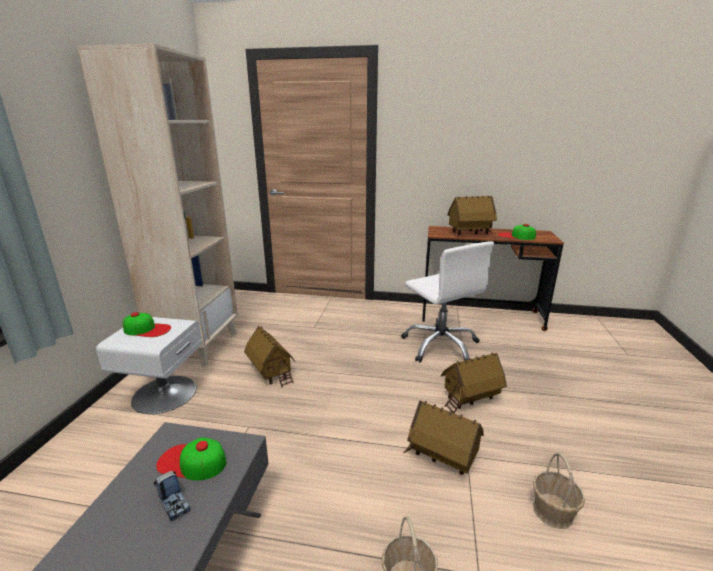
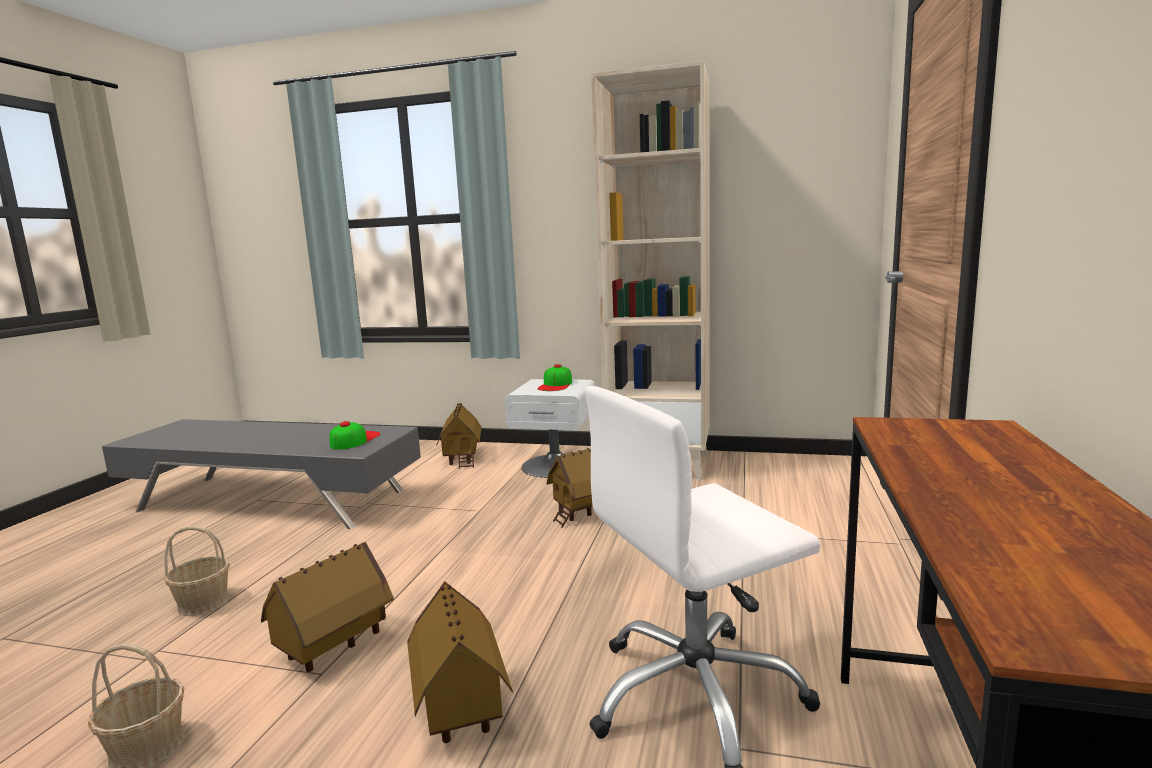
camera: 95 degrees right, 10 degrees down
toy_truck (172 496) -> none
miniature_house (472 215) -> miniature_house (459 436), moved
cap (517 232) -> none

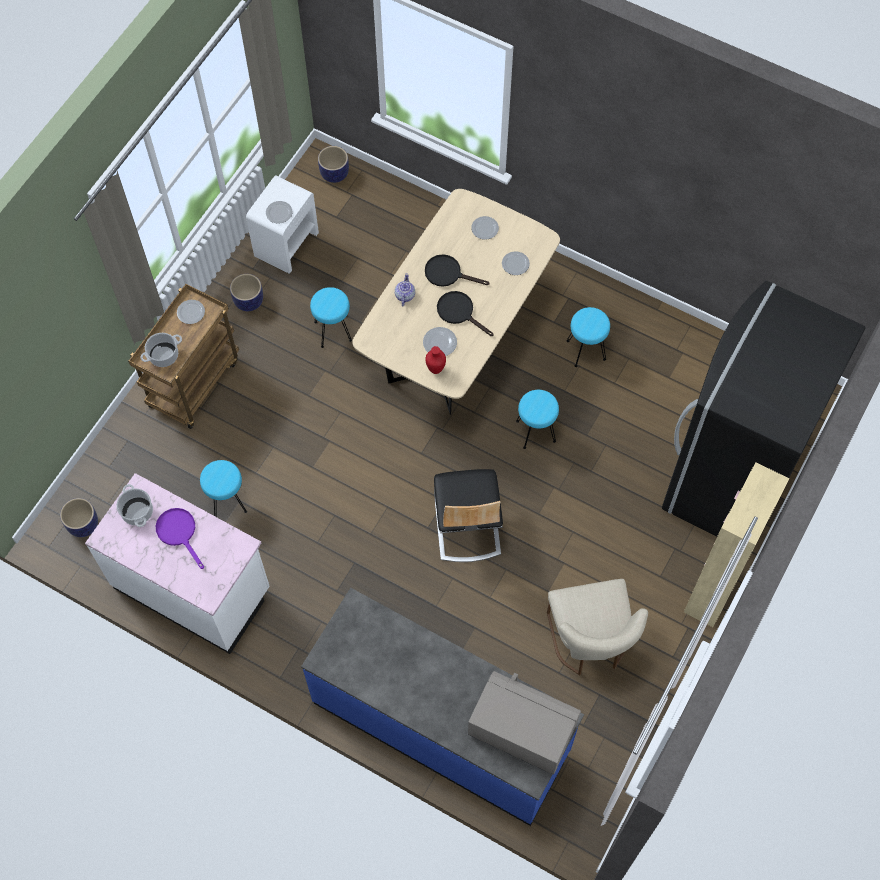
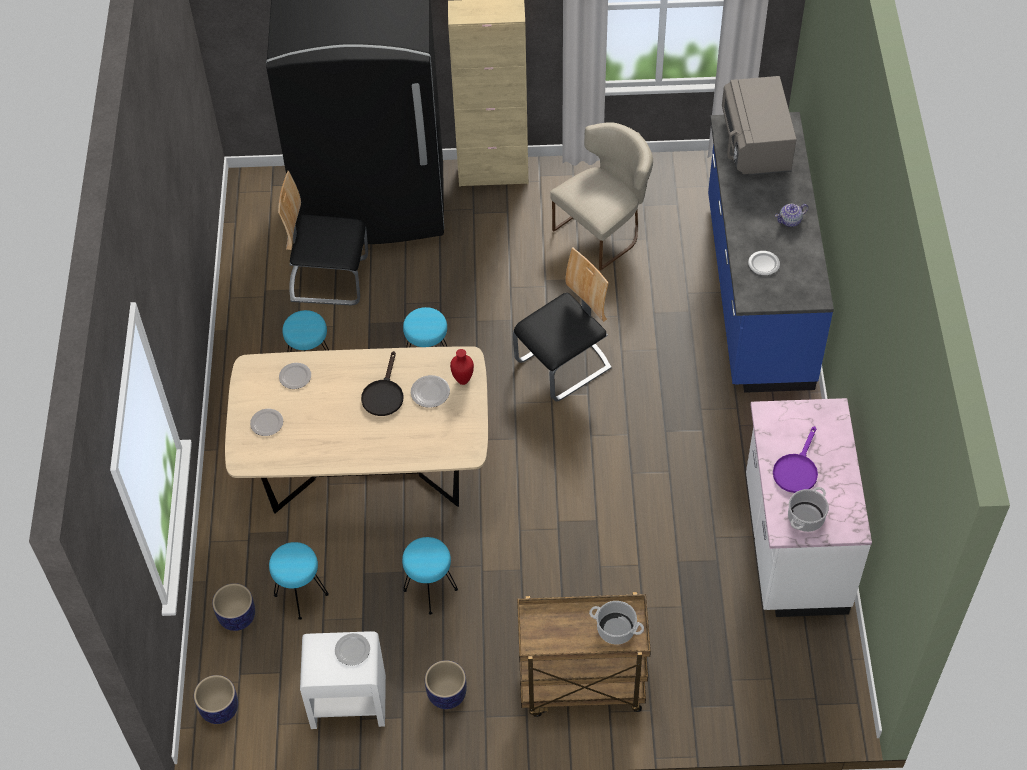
camera: 120 degrees left, 10 degrees down
planter (79 517) -> planter (233 607), moved
dinner_plate (191 312) -> dinner_plate (764 263), moved
blue-green_sitting_stool (223 488) -> blue-green_sitting_stool (299 581), moved
tea_pot (405 289) -> tea_pot (791 215), moved
black_frying_pan (457 270) -> none
none -> chair (323 238)

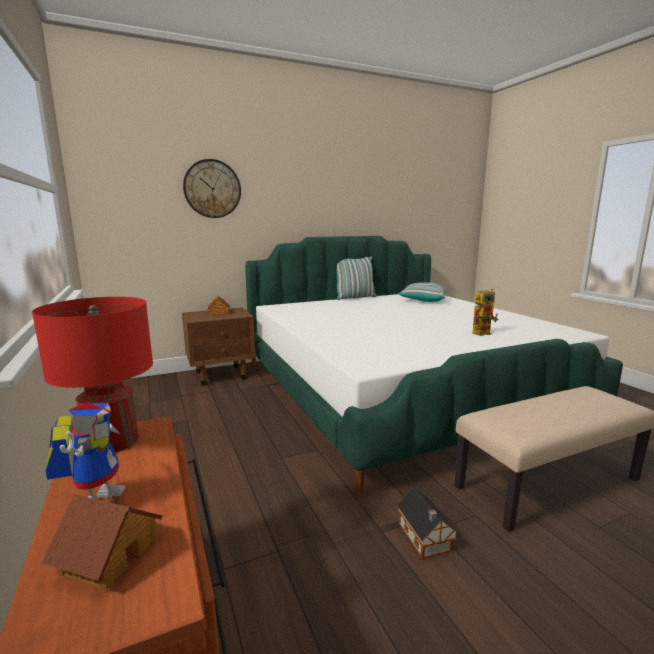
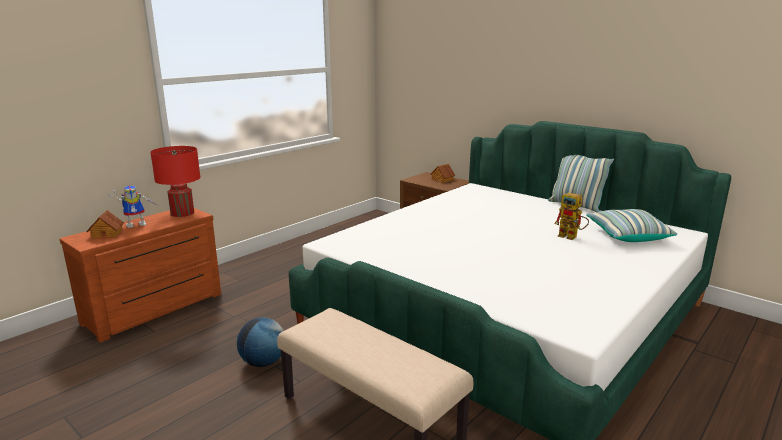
camera: 65 degrees right, 5 degrees up
clock_on_the_wall (212 188) -> none
miniature_house (427 523) -> desk_globe (260 342)
robot_figure (485 312) -> robot_figure (571 216), moved

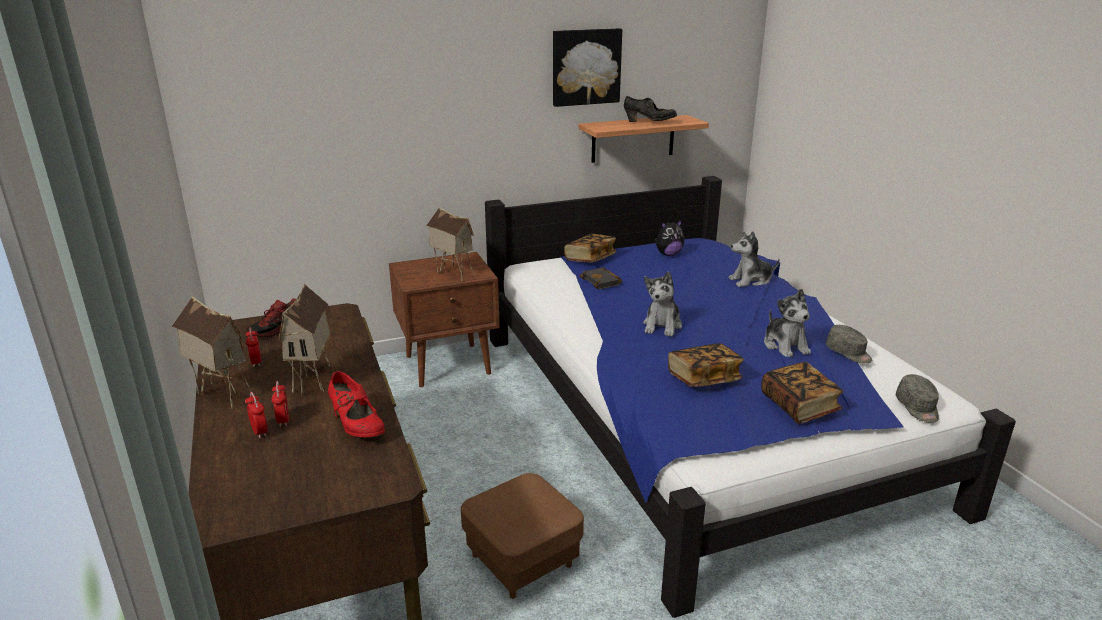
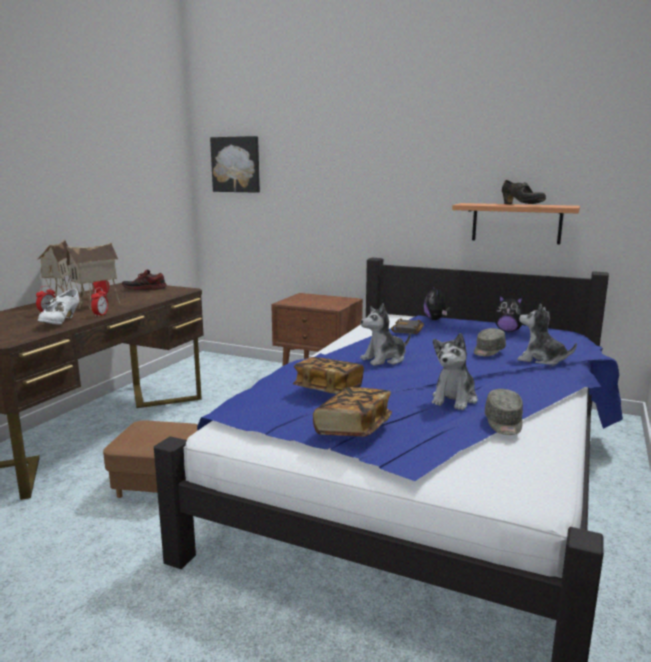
camera: 45 degrees right, 10 degrees down
table_clock (256 415) -> table_clock (99 302), moved
red_item_of_footwear (356 404) -> white_item_of_footwear (59 307)
miniature_house (450 244) -> none
picture (587 67) -> picture (235 164), moved
bound_book (590 248) -> cuddly_toy (436 302)
gray_cap (917 398) -> gray_cap (490 342), moved

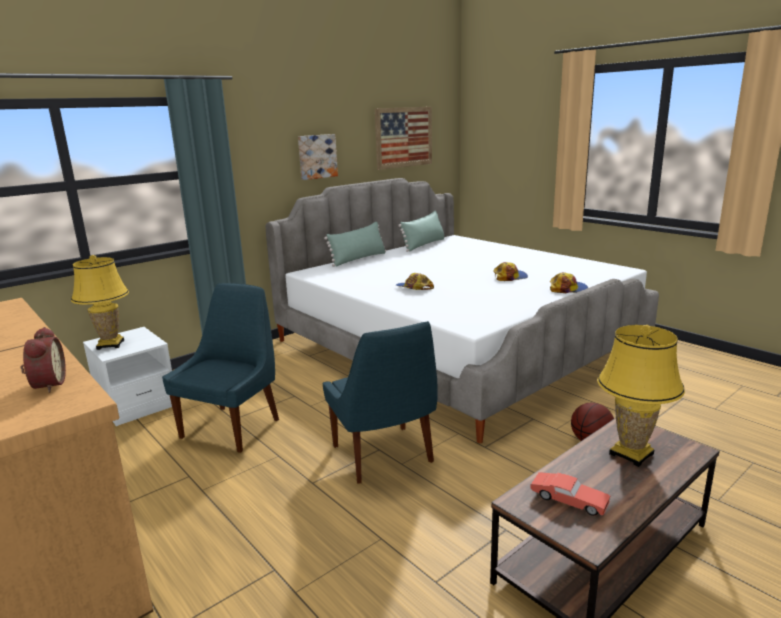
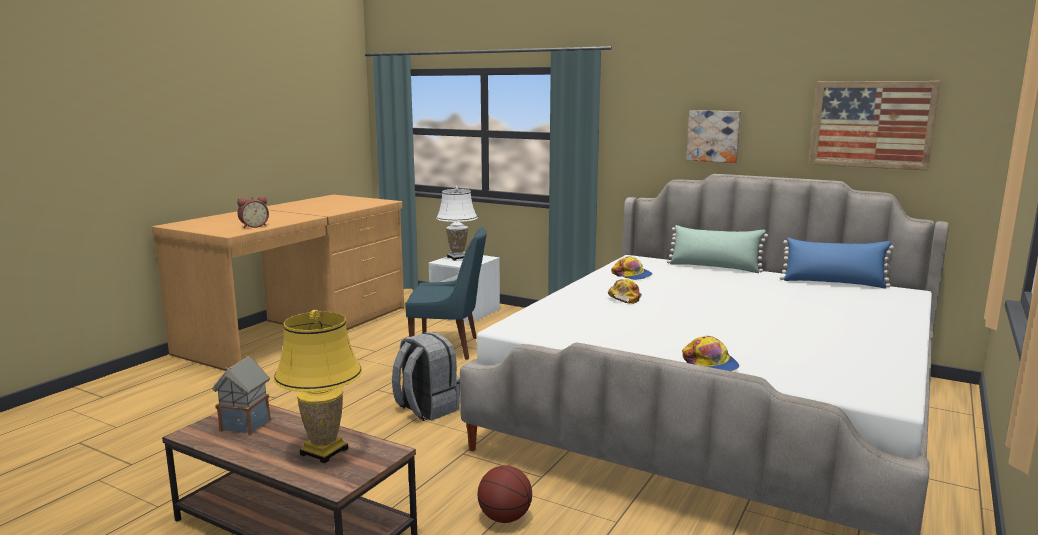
camera: 70 degrees right, 5 degrees down
yellowish_table_lamp (100 302) -> white_table_lamp (457 223)
bluish_chair (380 402) -> gray_knapsack (426 376)
greenish_pillow (421 231) -> bluish_pillow (837 263)
cap (510 271) -> cap (631 268), moved
red_model_car (570 494) -> miniature_house (241 395)

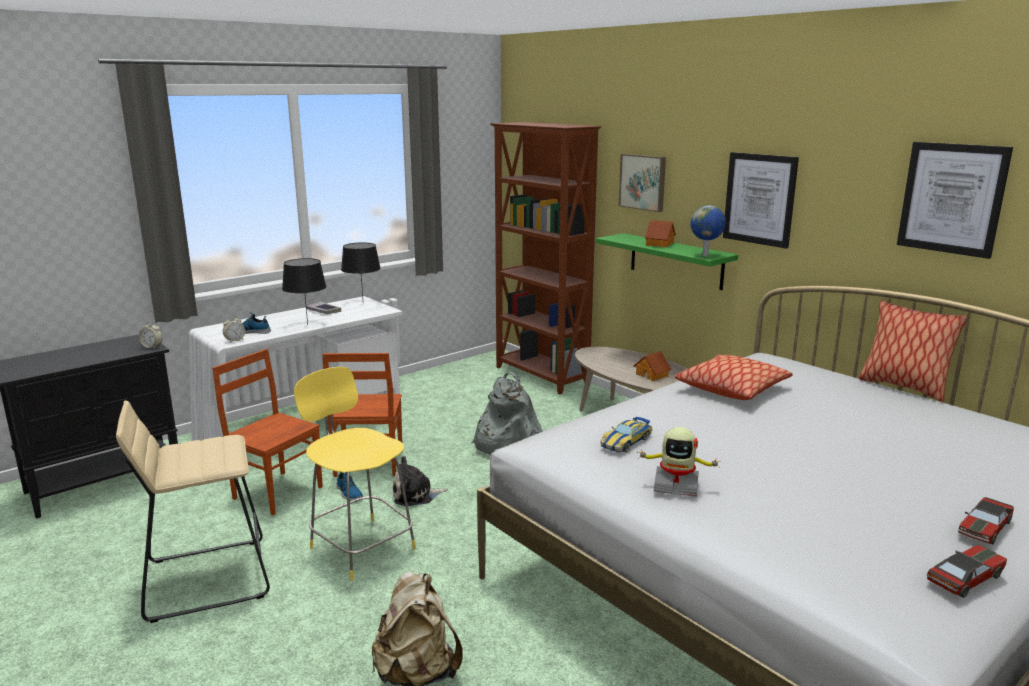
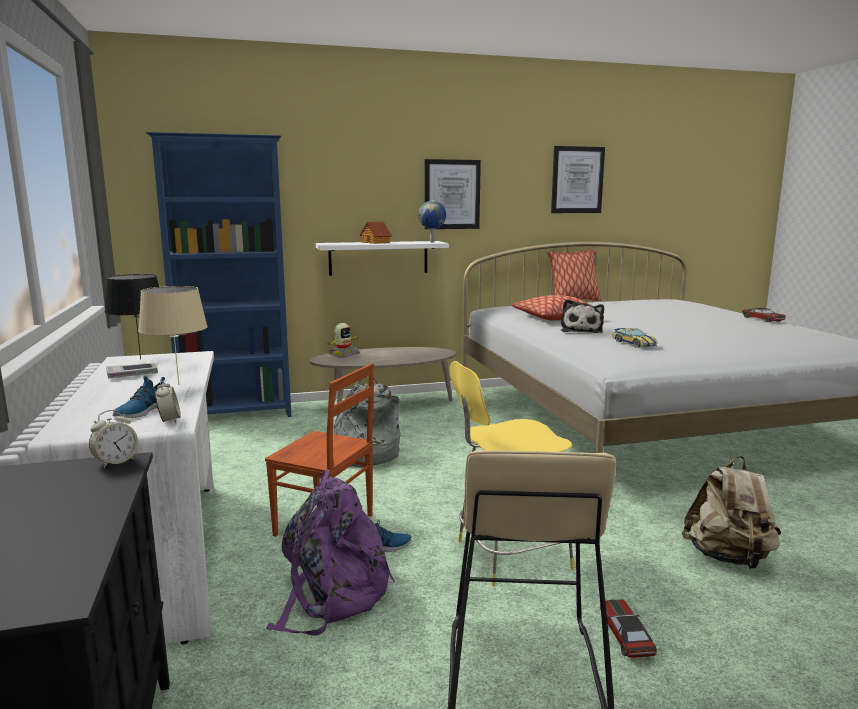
camera: 65 degrees left, 5 degrees down
brownish_chair (267 432) -> purple-coloured_knapsack (330 552)
black_table_lamp (304 291) -> sand-coloured_table_lamp (173 335)
cuddly_toy (420 481) -> cuddly_toy (582 316), moved
brownish_bookshelf (545 258) -> bluish_bookshelf (218 274)
greenish_wall_shelf (667 261) -> white_wall_shelf (382 258)
picture (642 183) -> none
miniature_house (653 366) -> none
robot_figure (678 462) -> robot_figure (344 340), moved
model_car (967 571) -> model_car (628 628), moved

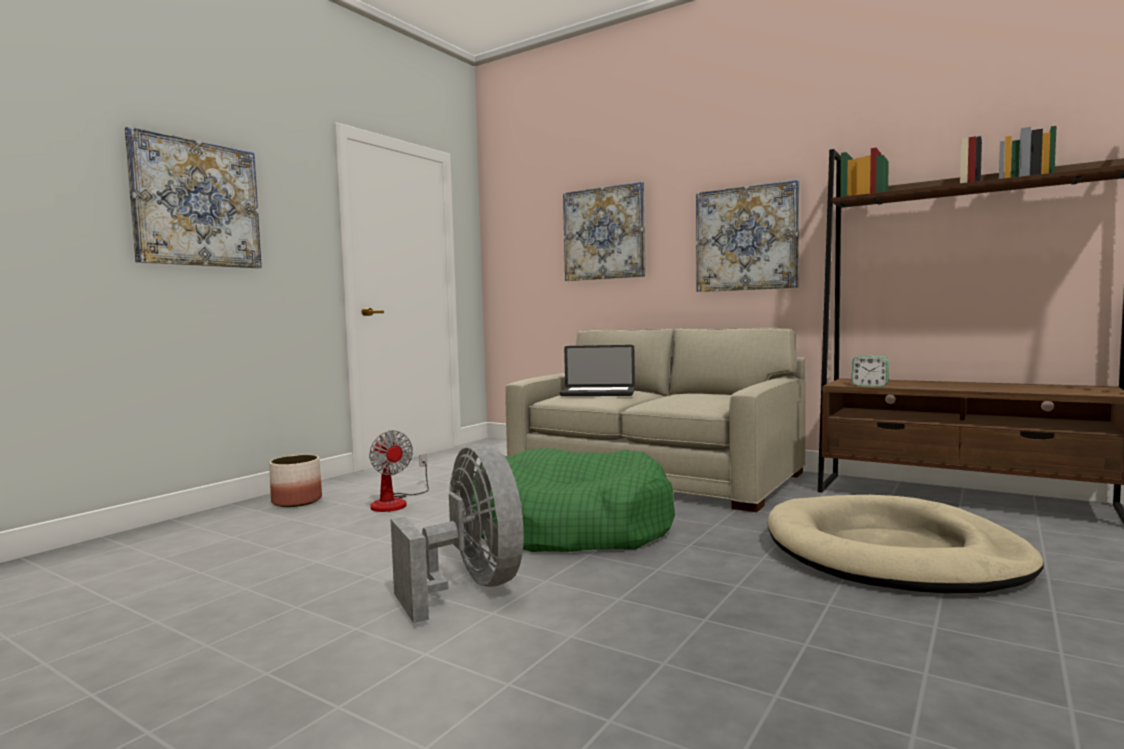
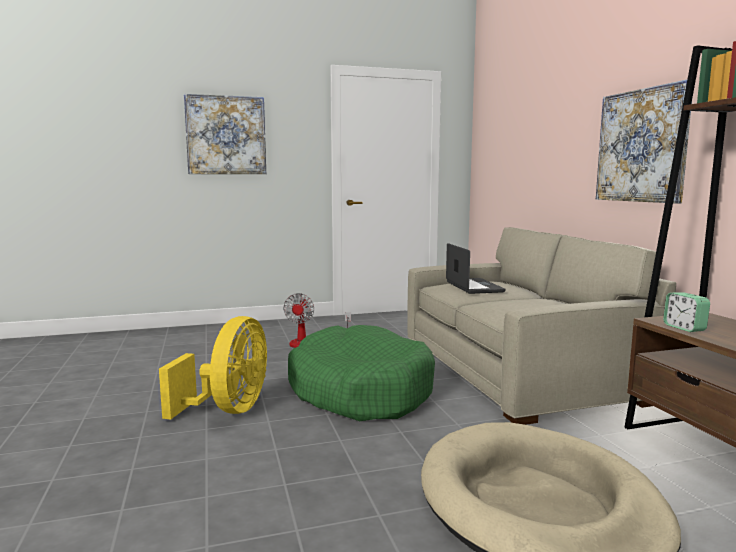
camera: 40 degrees right, 5 degrees up
planter (295 481) -> none
gray_electric_fan (457 533) -> yellowish_electric_fan (213 367)
portable_computer (597 370) -> portable_computer (475 268), 150 degrees counterclockwise
picture (604 231) -> none

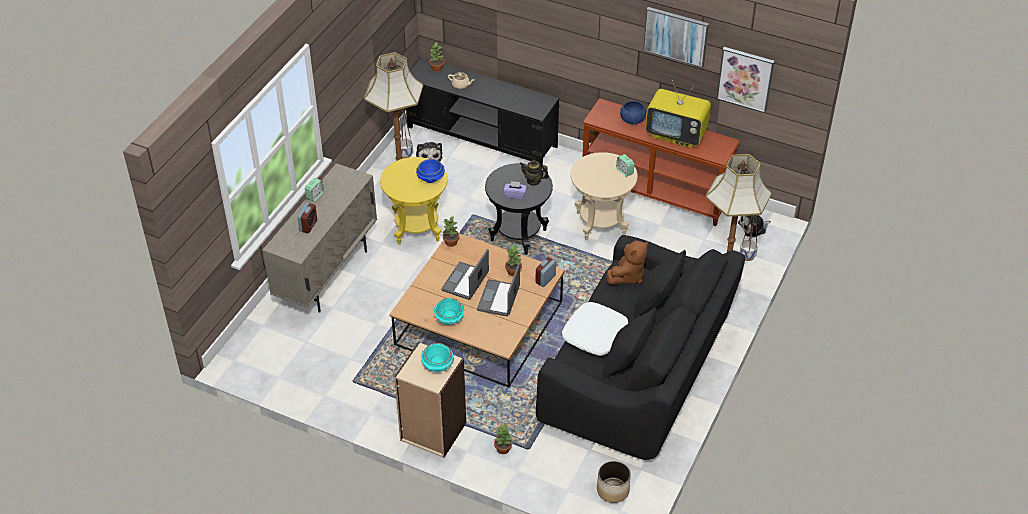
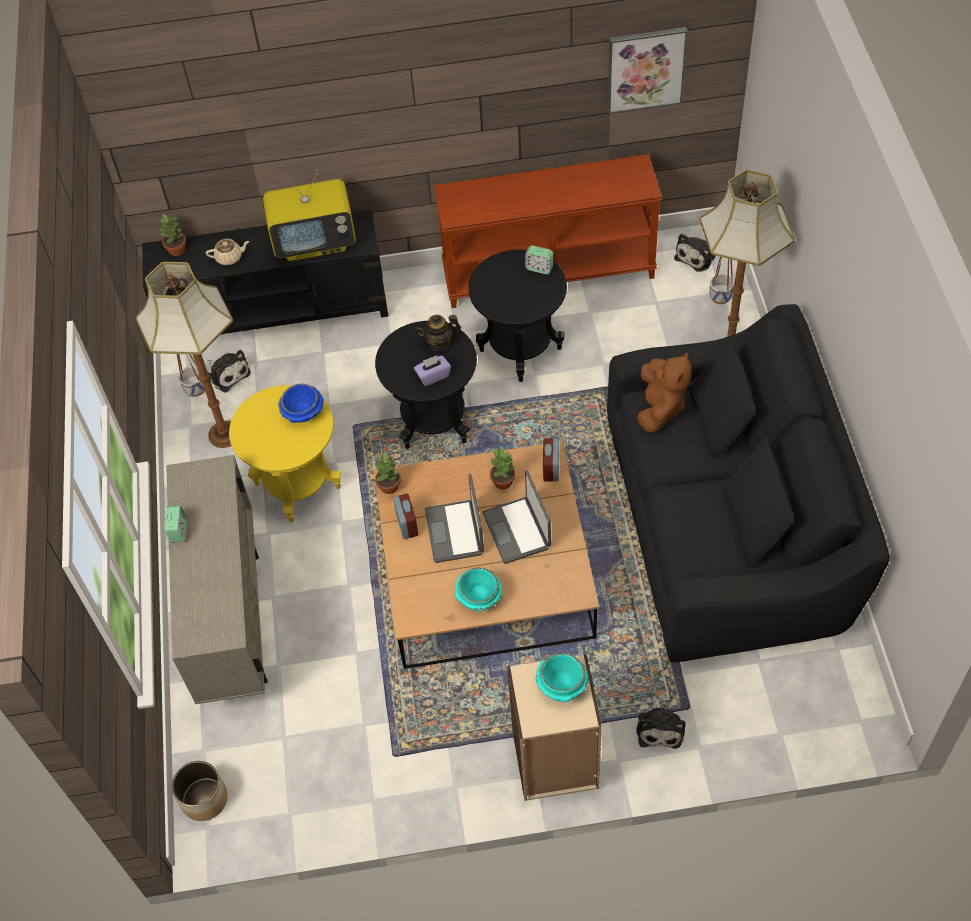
camera: 30 degrees left, 10 degrees up
table_clock (307 218) -> table_clock (405 516), moved
potted_plant (503 438) -> cuddly_toy (661 723)
white_pillow (595 329) -> none
sand-coloured_side_table (604 196) -> black_side_table (517 315)
planter (614 482) -> planter (200 791), moved
bluish_deep_dish (633 112) -> none
picture (676 37) -> none
TV_set (678 114) -> TV_set (309 215), moved

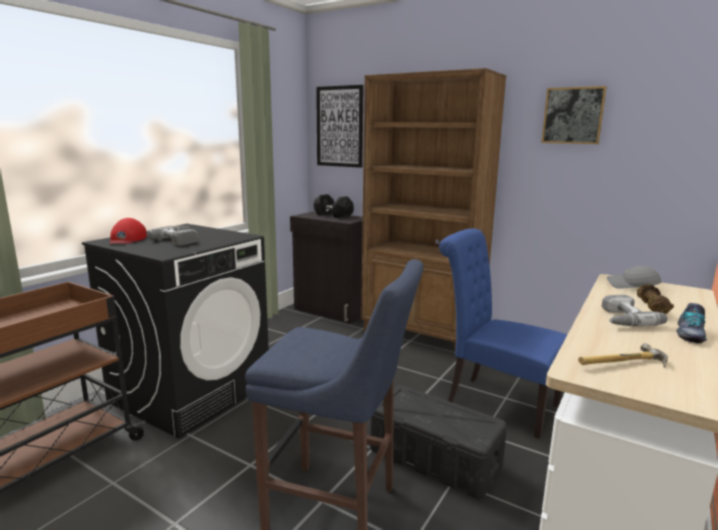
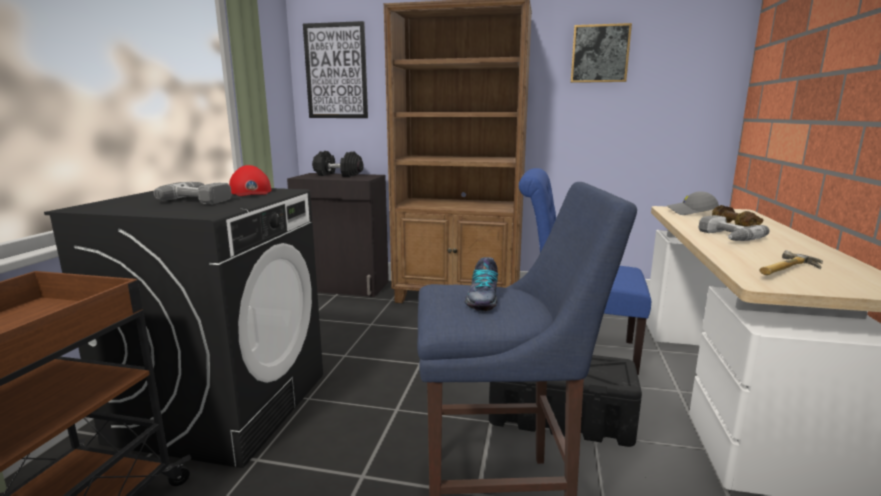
camera: 20 degrees left, 0 degrees up
red_cap (128 231) -> red_cap (250 180), moved
item_of_footwear (691 323) -> item_of_footwear (481 284), moved

